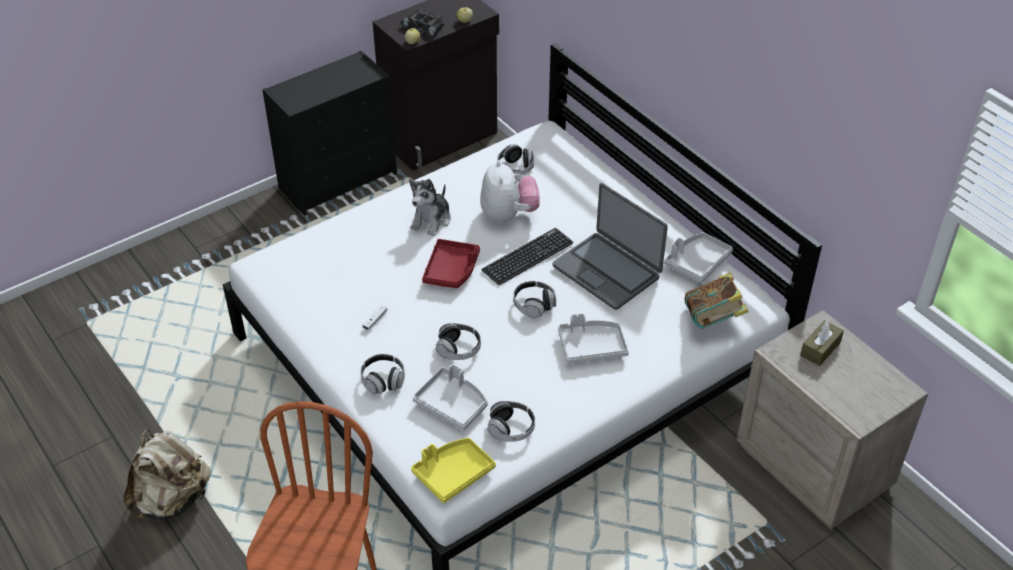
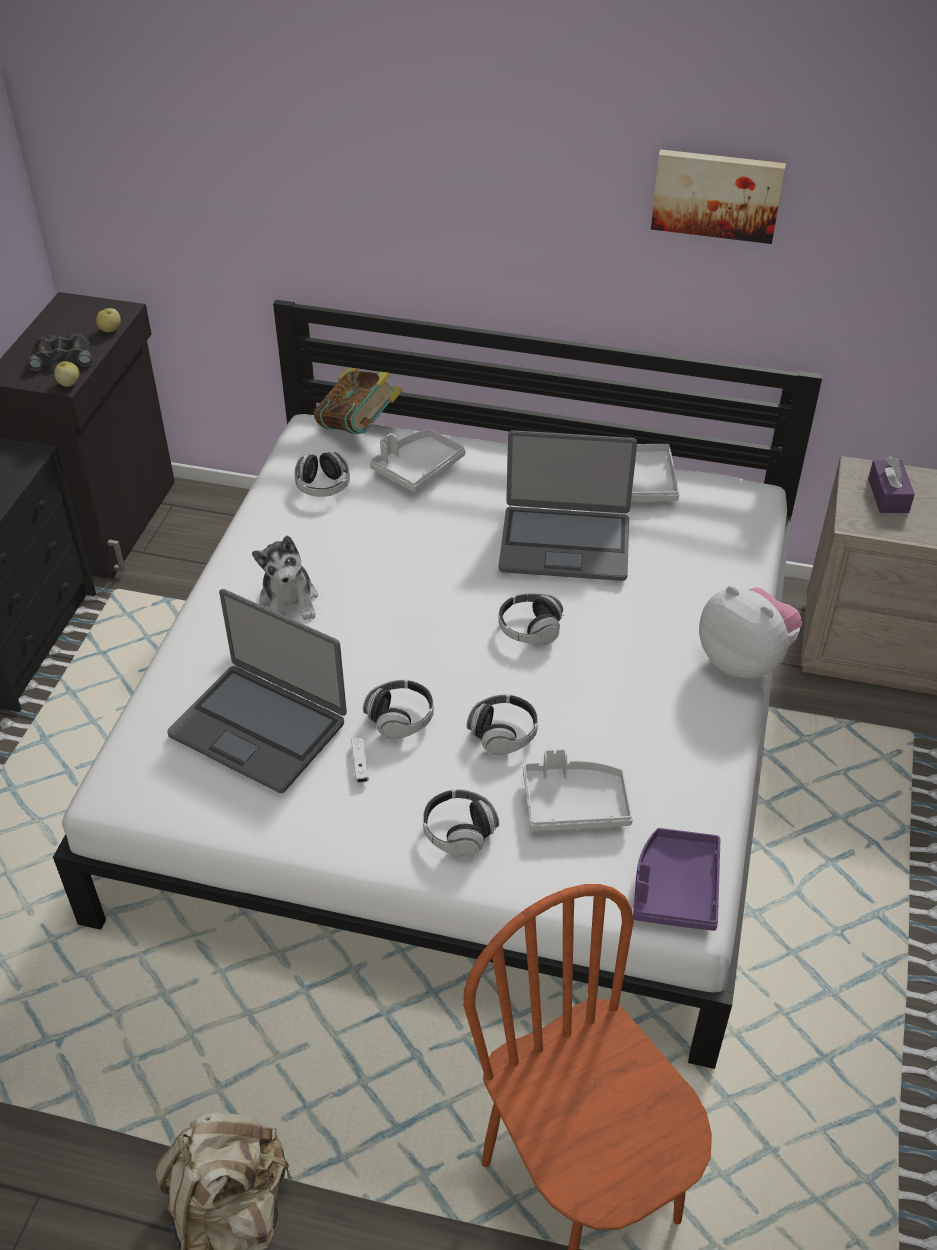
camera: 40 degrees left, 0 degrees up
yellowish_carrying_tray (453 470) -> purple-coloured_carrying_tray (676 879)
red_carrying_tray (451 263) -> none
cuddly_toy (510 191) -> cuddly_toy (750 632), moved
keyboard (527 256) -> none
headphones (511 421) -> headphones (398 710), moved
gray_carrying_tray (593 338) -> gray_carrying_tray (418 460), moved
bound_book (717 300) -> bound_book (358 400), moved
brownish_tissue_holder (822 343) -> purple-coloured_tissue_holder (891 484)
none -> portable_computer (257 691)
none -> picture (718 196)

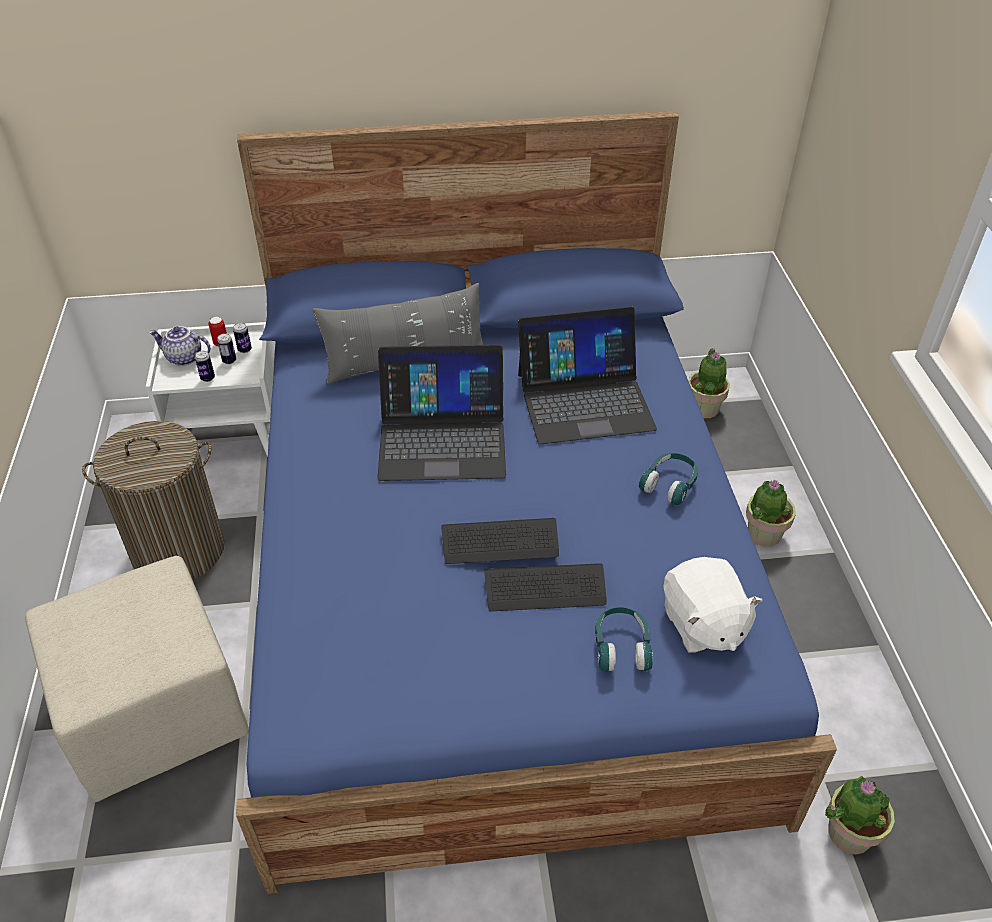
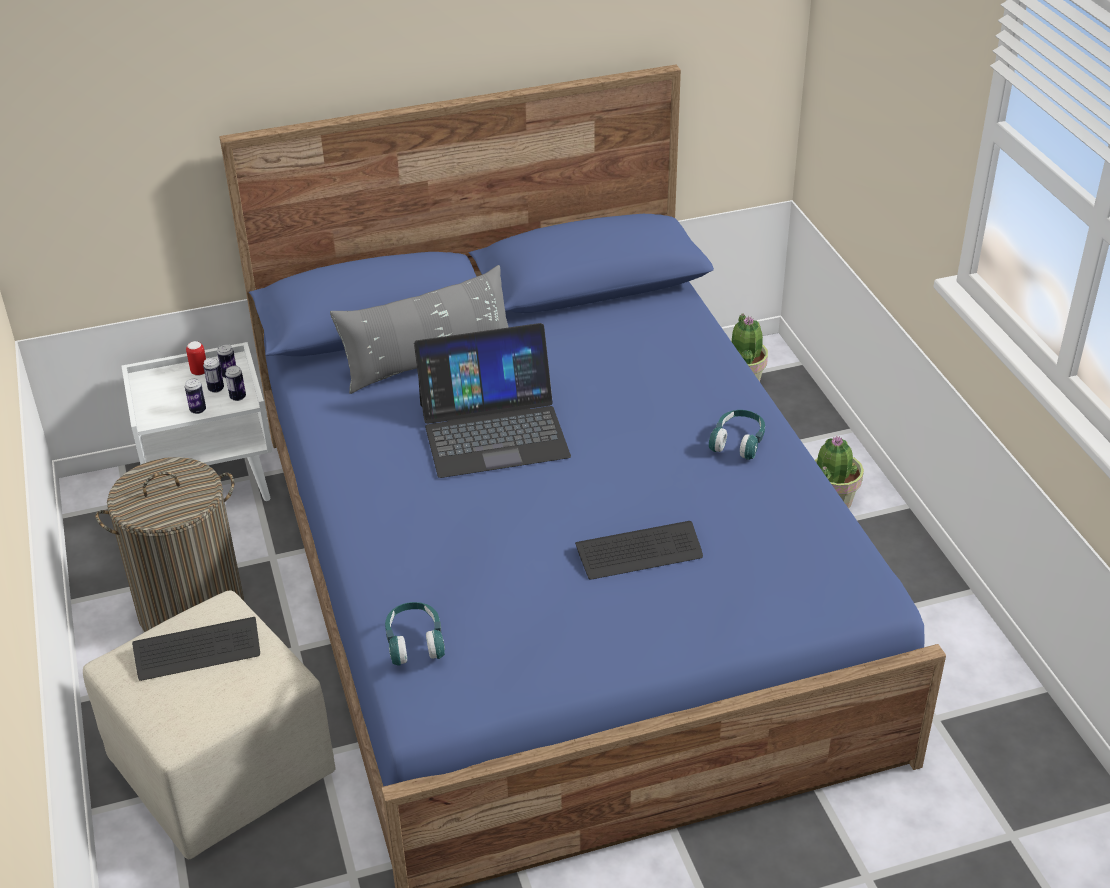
camera: 10 degrees left, 5 degrees down
tea_pot (180 346) -> none
keyboard (500 541) -> keyboard (196 649), moved
portable_computer (587 375) -> none
blue-green_headphones (624 639) -> blue-green_headphones (415 634), moved
white_cuddly_toy (713 605) -> none
potted_plant (860 815) -> none
none -> sealed_can (235 383)

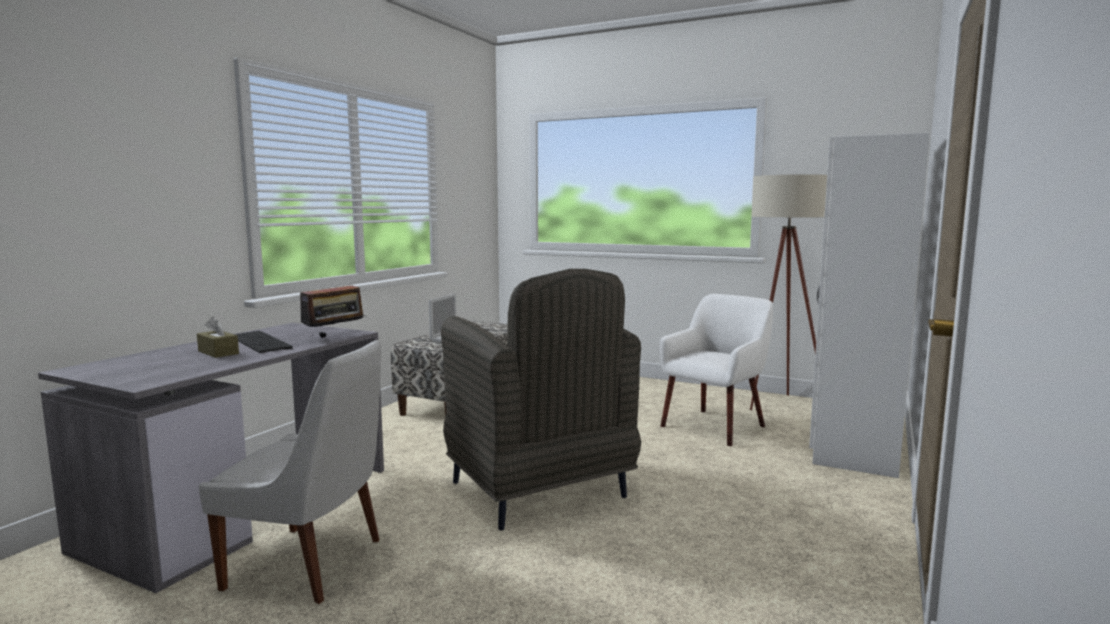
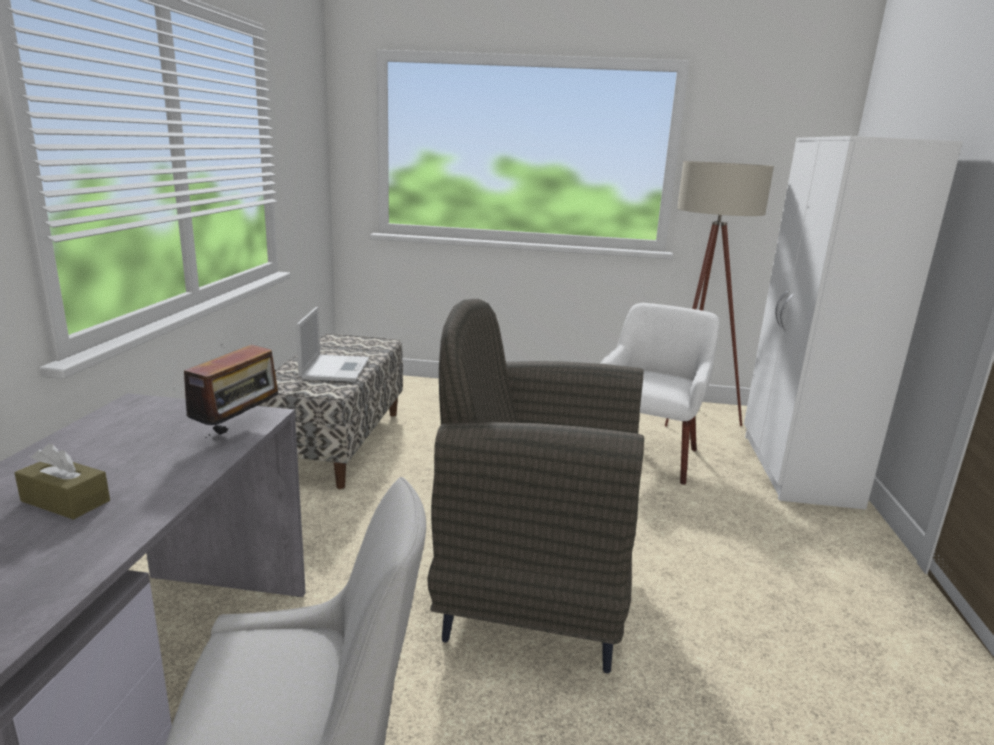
camera: 20 degrees left, 10 degrees up
keyboard (263 342) -> none
gray_easy_chair (541 399) -> gray_easy_chair (535 486), 150 degrees clockwise

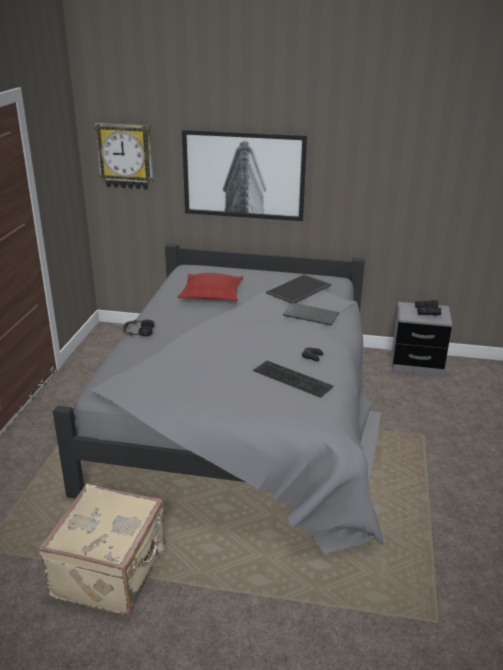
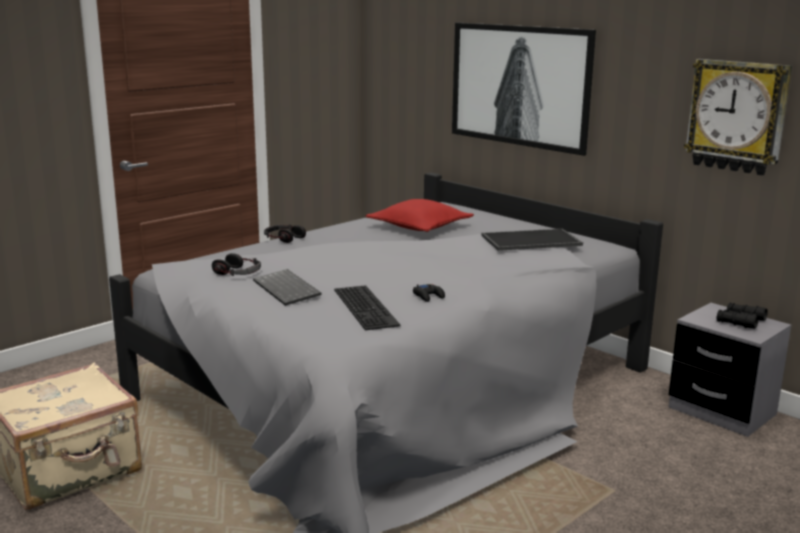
camera: 35 degrees right, 10 degrees down
clock_on_the_wall (124 156) -> clock_on_the_wall (738 117), moved
keyboard (311 314) -> keyboard (287 287), moved
none -> headphones (236 264)

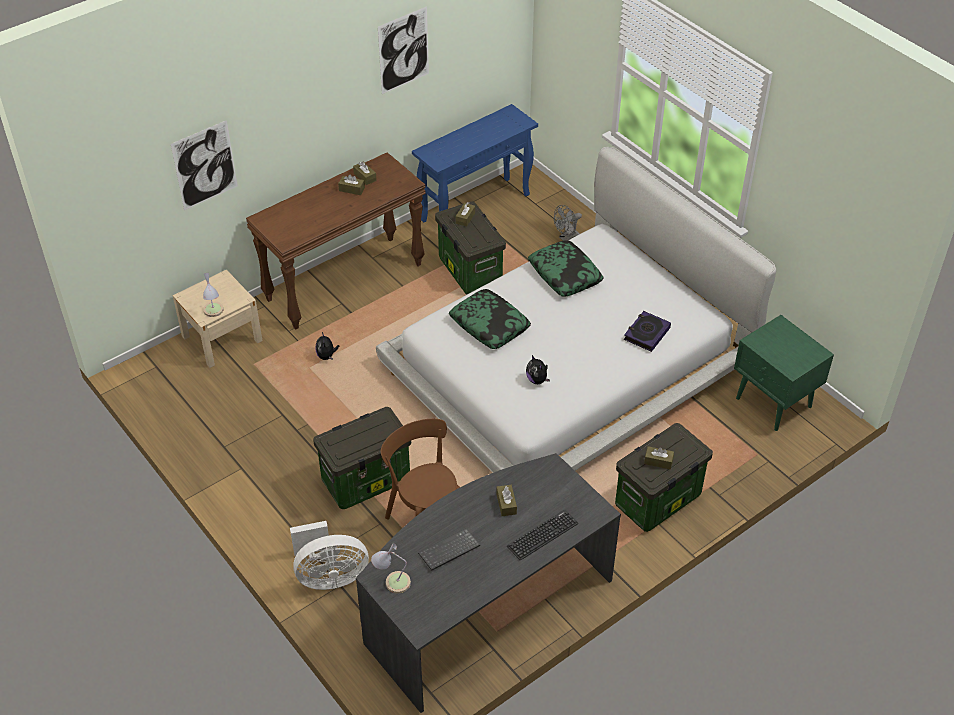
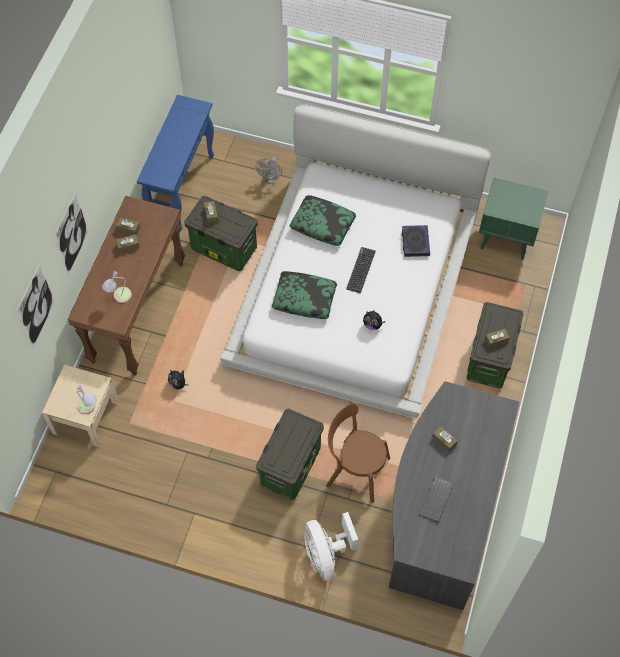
camera: 35 degrees left, 15 degrees up
white_electric_fan (329 555) -> white_electric_fan (331 546), 120 degrees clockwise
table_lamp (391 568) -> table_lamp (117 287), moved
picture (403 50) -> picture (71 232), moved
keyboard (542 534) -> keyboard (361 270), moved

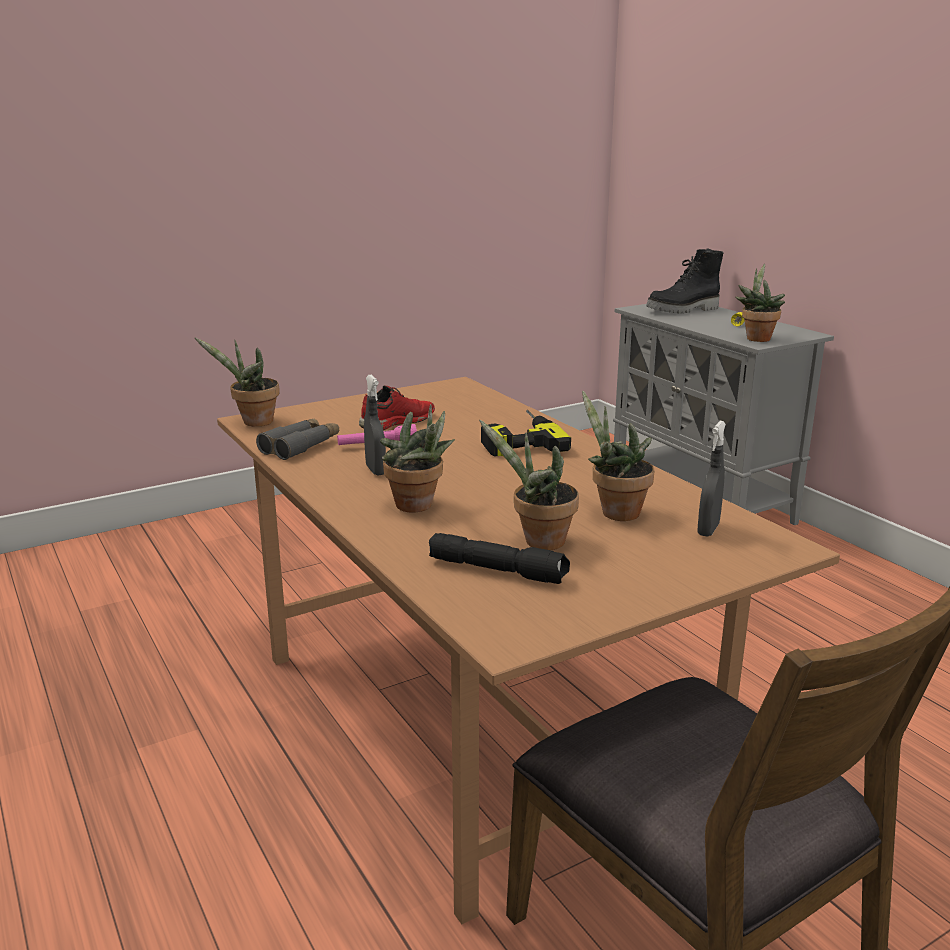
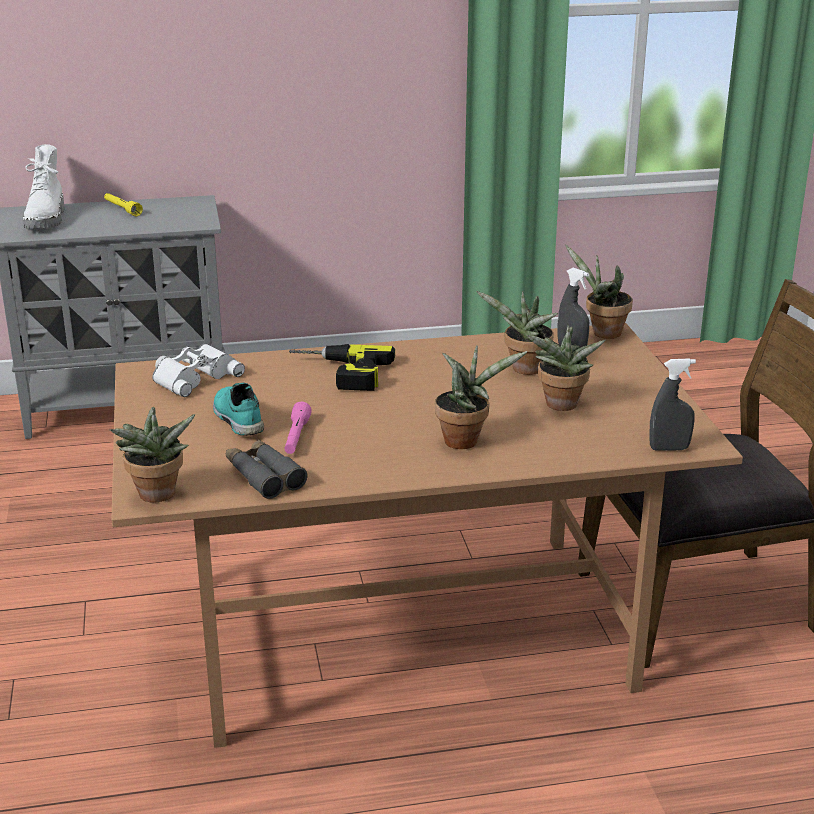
camera: 70 degrees left, 5 degrees up
red_item_of_footwear (397 407) -> blue-green_item_of_footwear (238 409)
gray_hand_sprayer (375 425) -> gray_hand_sprayer (672 404), moved
black_hand_torch (499 558) -> none
black_tall_boot (684 281) -> white_tall_boot (43 186)
potted_plant (760 303) -> potted_plant (599 291), moved
none -> white_binoculars (198 370)

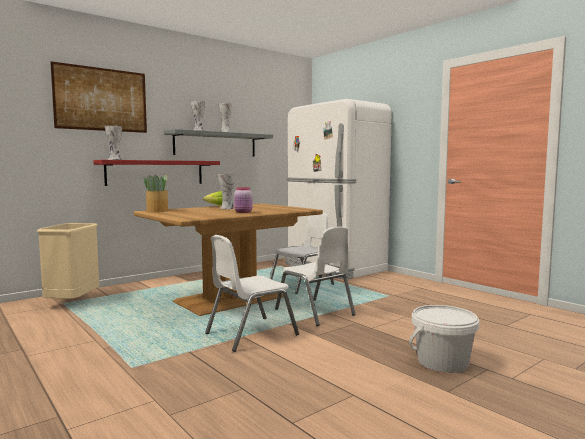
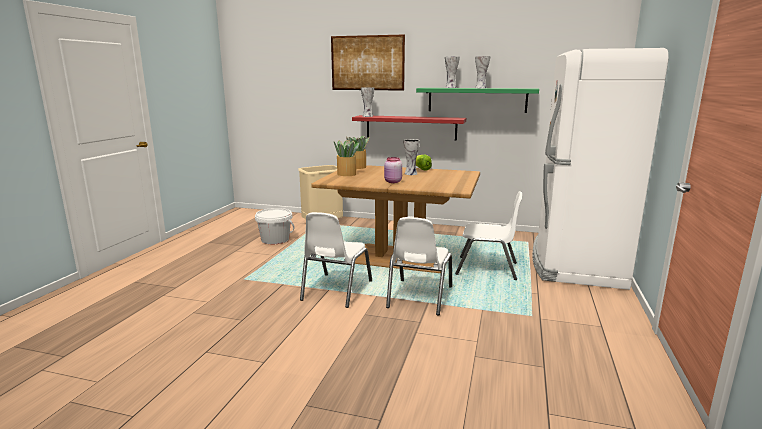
camera: 55 degrees right, 10 degrees up
gray_wall_shelf (218 142) -> greenish_wall_shelf (477 100)
white_chair (252 293) -> white_chair (336 260), 90 degrees counterclockwise
white_water_bucket (444 339) -> white_water_bucket (275 226), moved
none -> potted_plant (346 158)

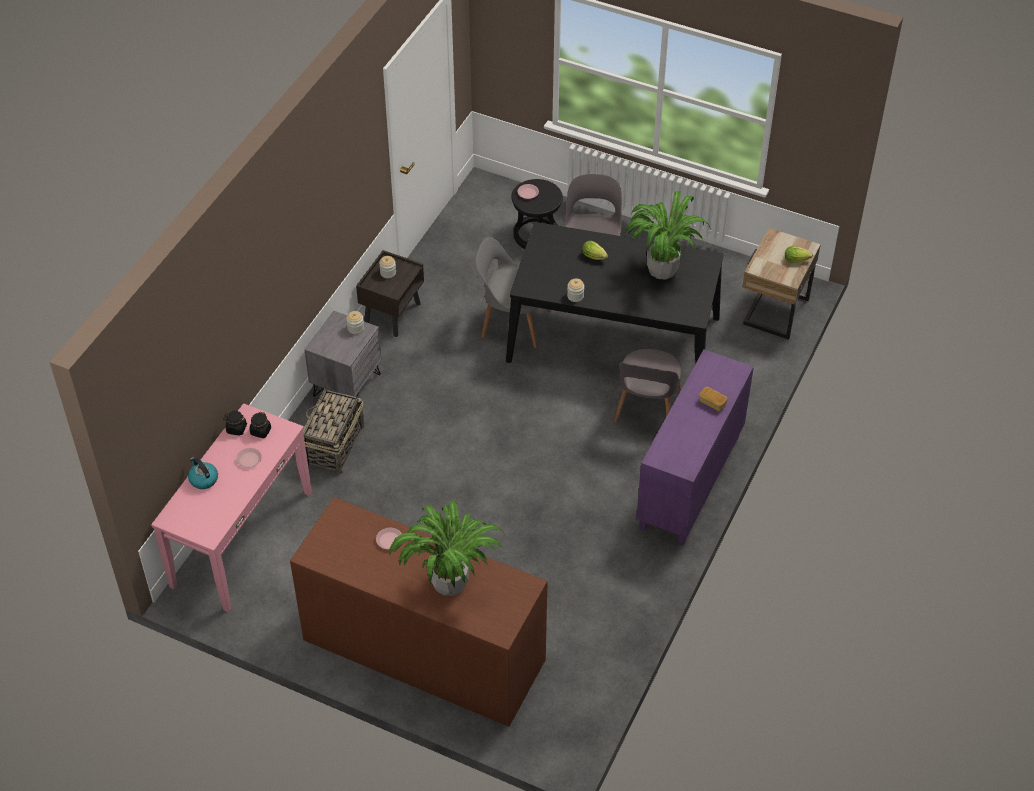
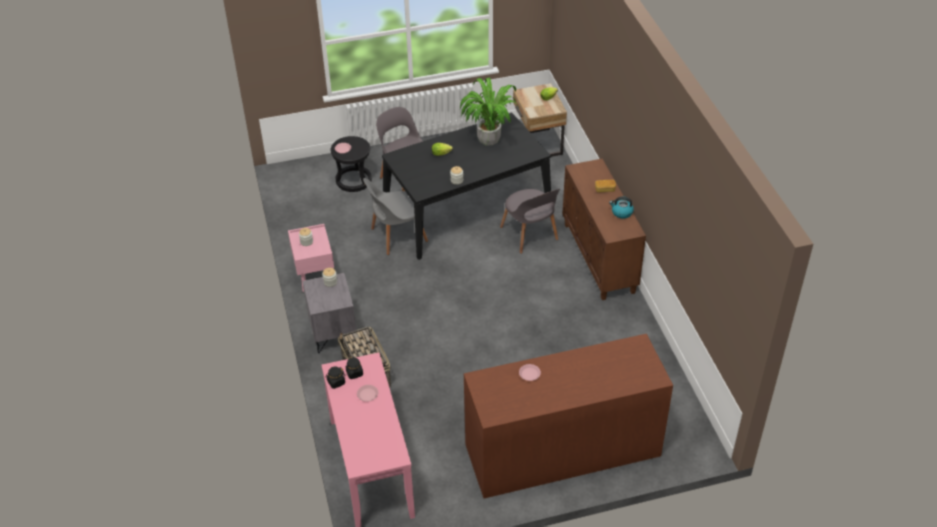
camera: 40 degrees left, 5 degrees down
water_kettle (203 473) -> water_kettle (621 207), moved
brownish_nightstand (390 293) -> pink-coloured_nightstand (311 258)
potted_plant (446 548) -> none
purple-coloured_cupboard (695 447) -> brownish_cupboard (604 229)

